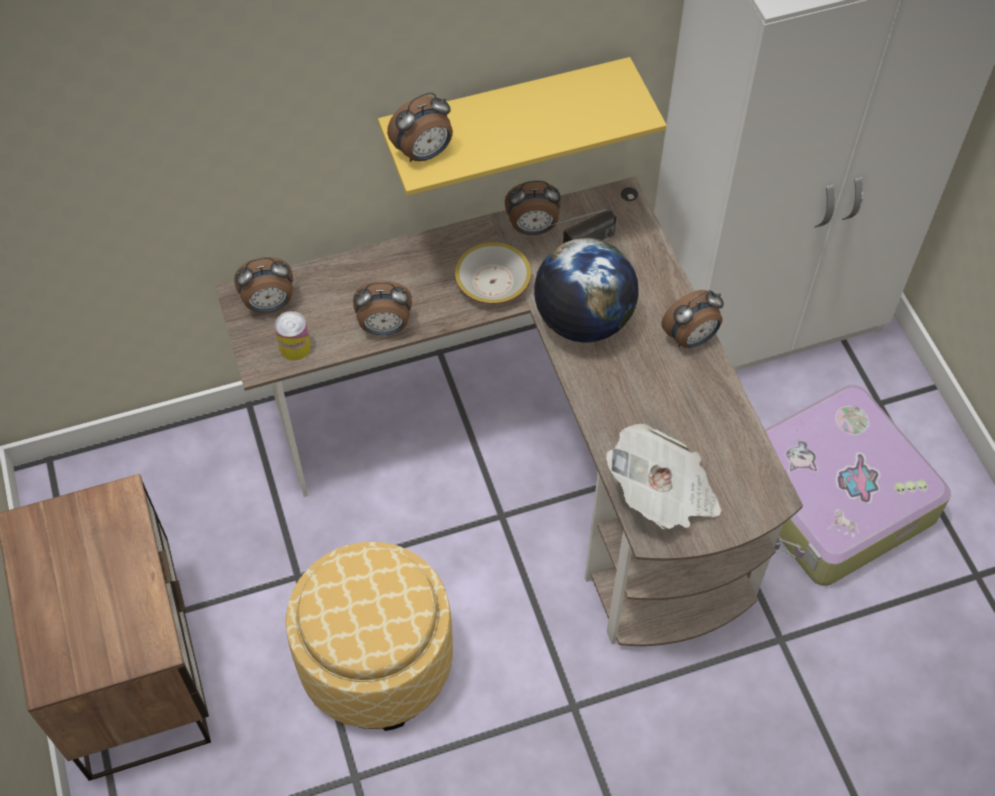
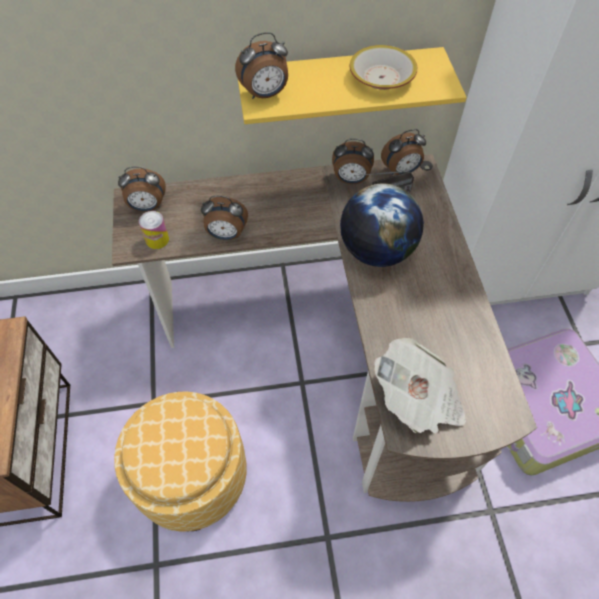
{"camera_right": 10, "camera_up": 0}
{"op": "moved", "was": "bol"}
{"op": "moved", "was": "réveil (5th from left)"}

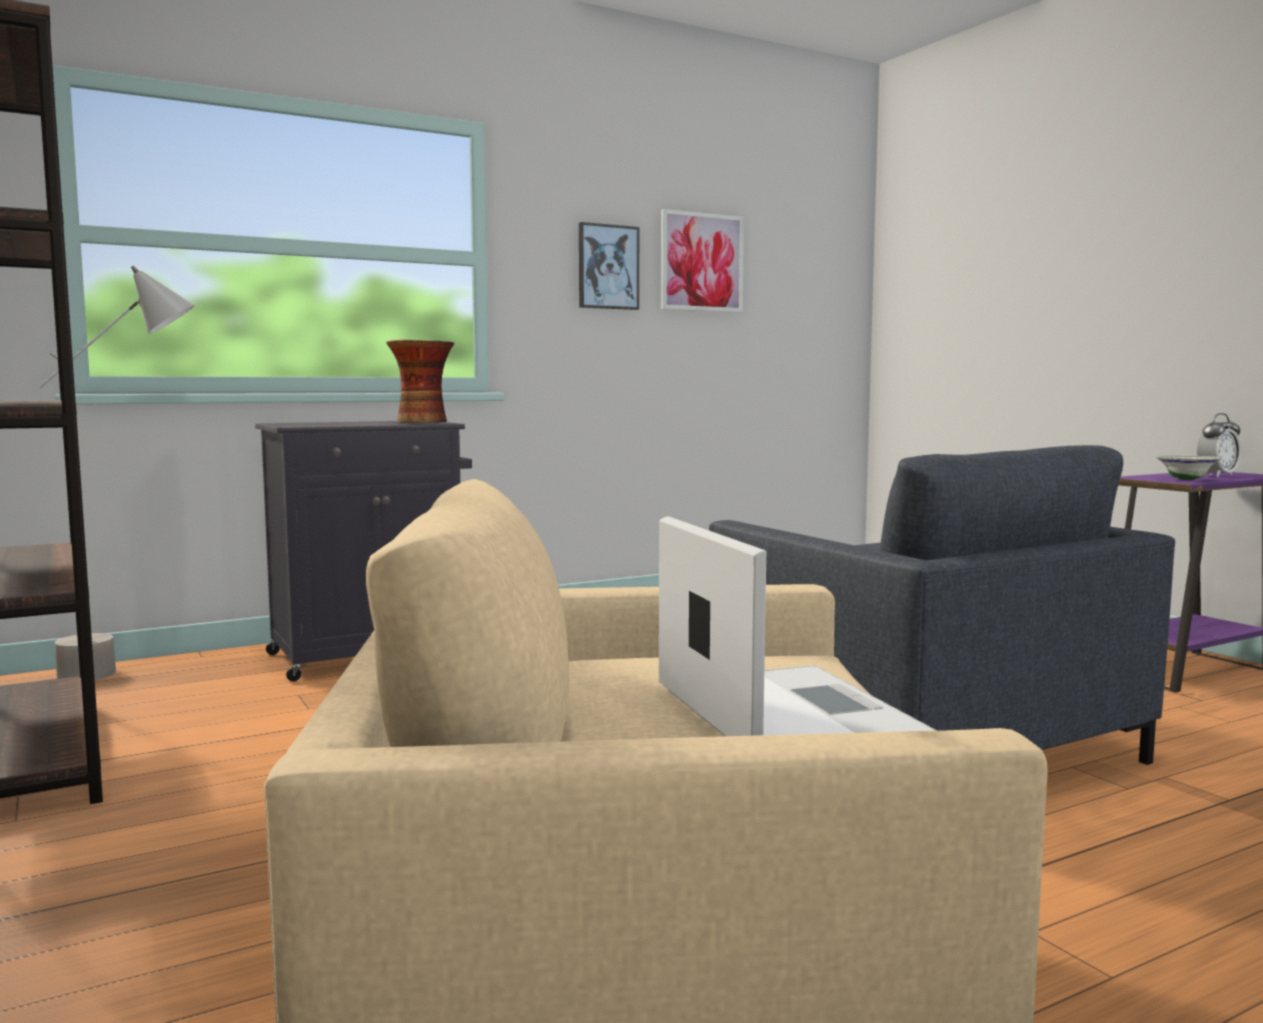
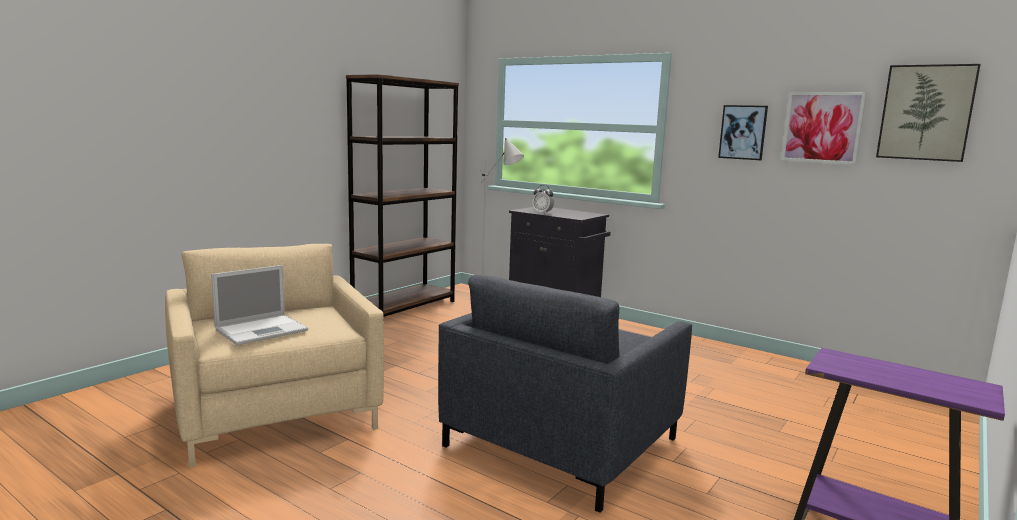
{"camera_right": 65, "camera_up": 5}
{"op": "moved", "was": "réveil"}
{"op": "added", "now": "tableau (3rd from left)"}
{"op": "removed", "was": "vase"}
{"op": "removed", "was": "bol [blanc]"}

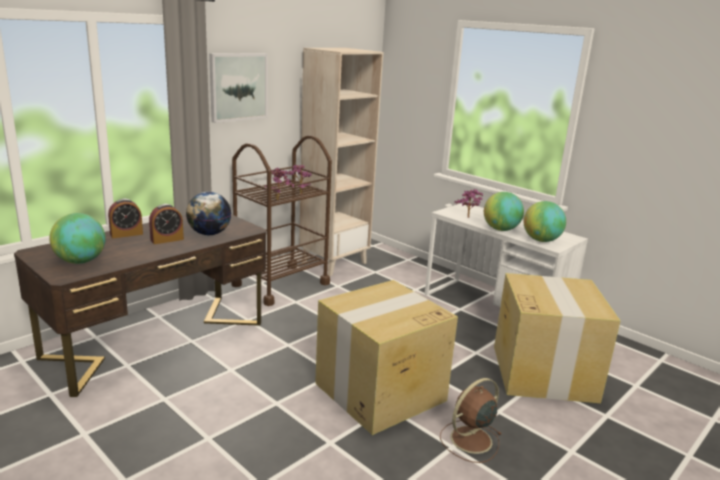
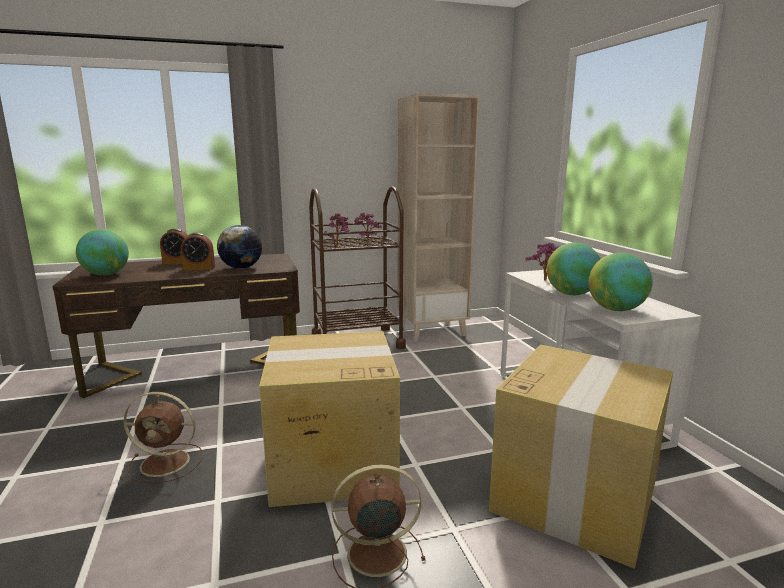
{"camera_right": 30, "camera_up": -5}
{"op": "added", "now": "ventilateur [marron] (1st from left)"}
{"op": "removed", "was": "tableau"}

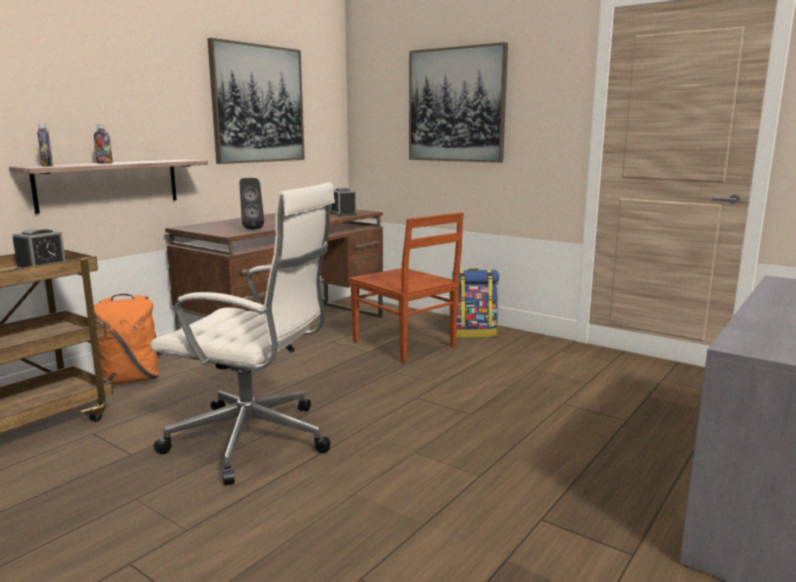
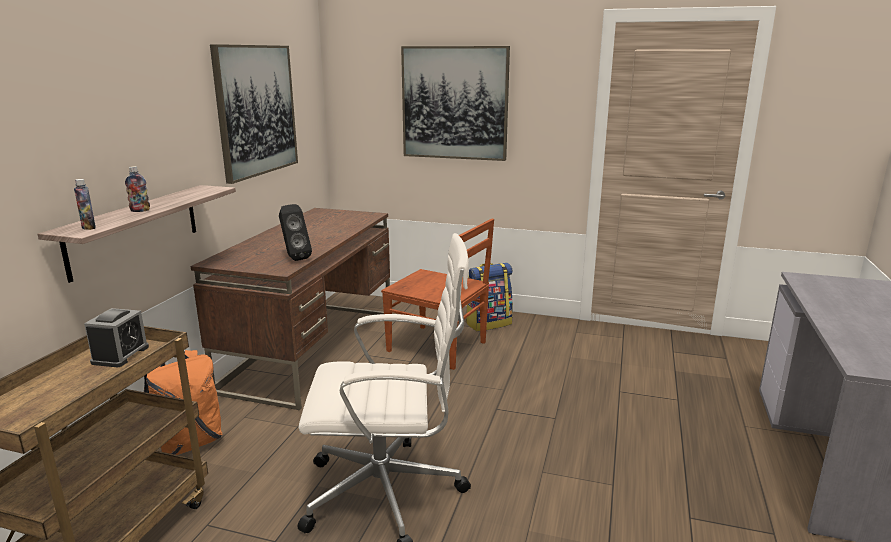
{"camera_right": -20, "camera_up": 5}
{"op": "removed", "was": "réveil (2nd from left)"}

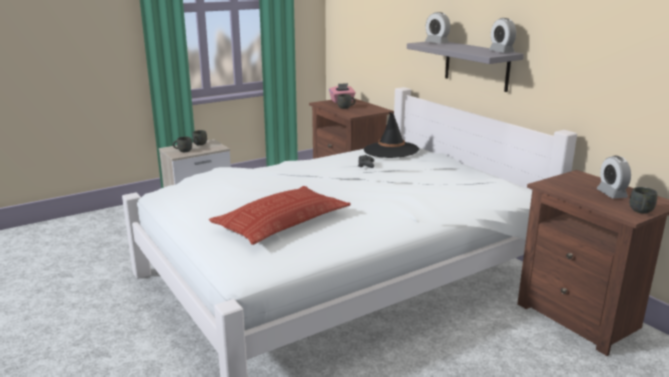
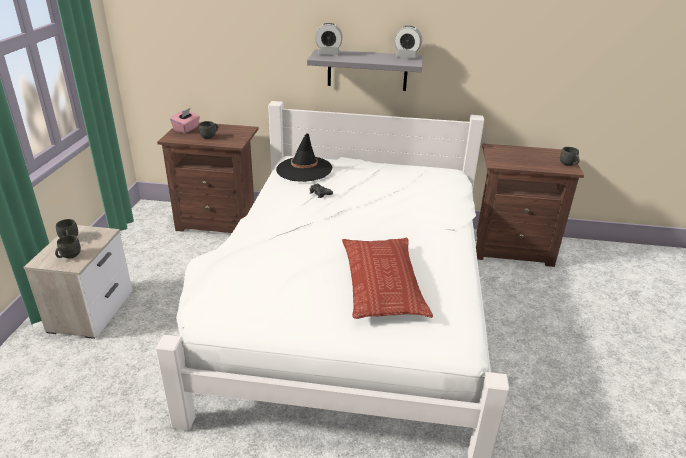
{"camera_right": -50, "camera_up": 10}
{"op": "removed", "was": "réveil (3rd from left)"}

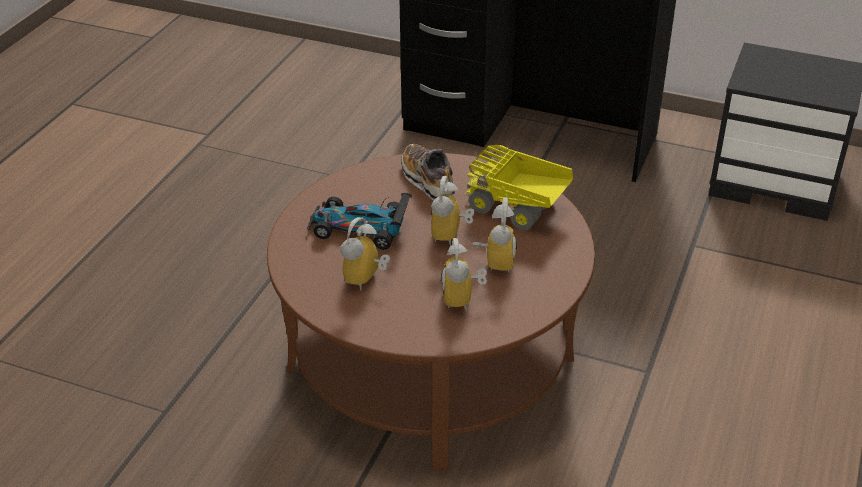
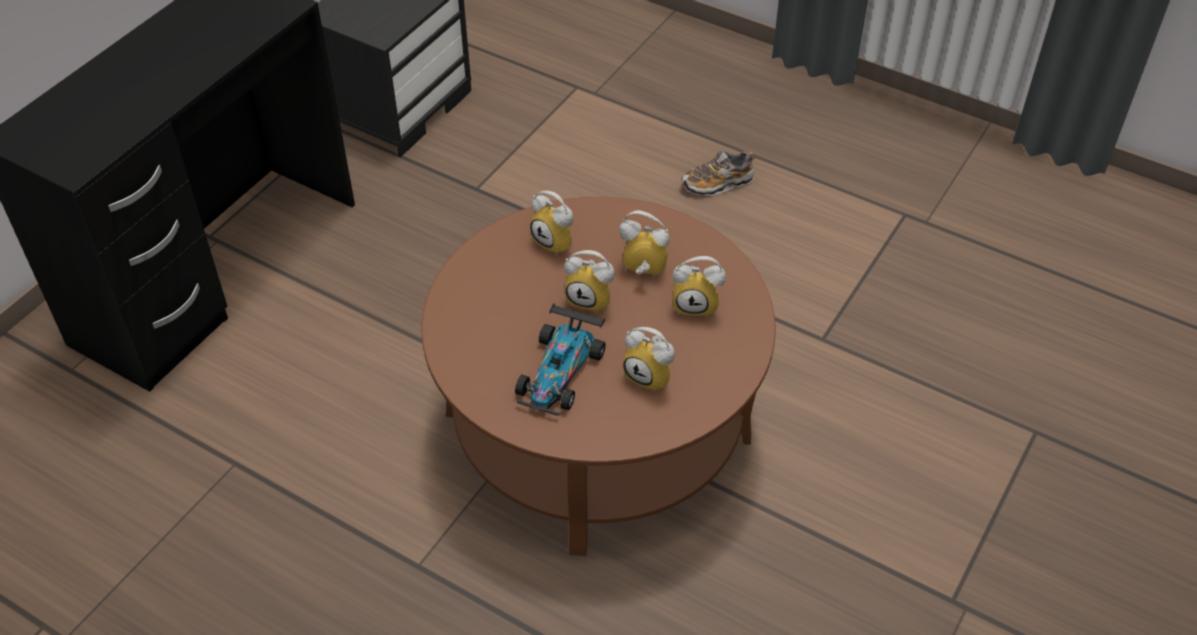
{"camera_right": -80, "camera_up": 10}
{"op": "replaced", "was": "camion jouet", "now": "réveil (1st from left)"}
{"op": "moved", "was": "chaussure"}

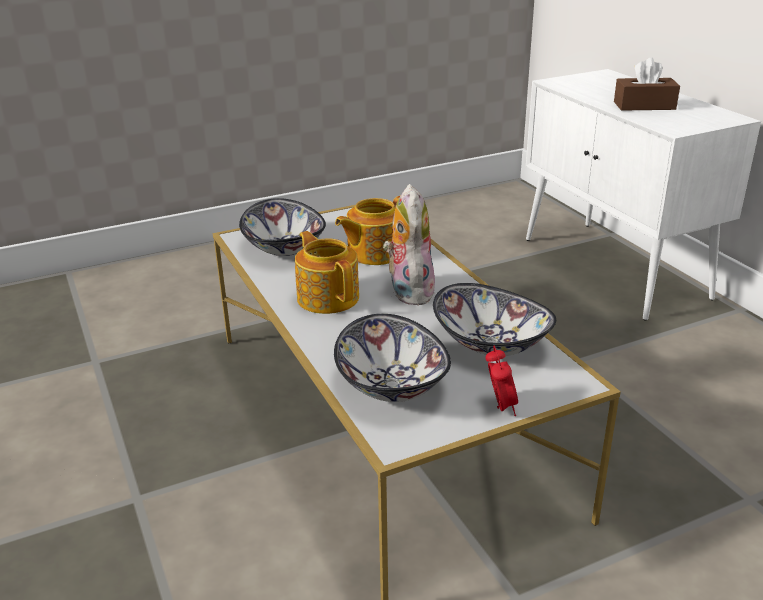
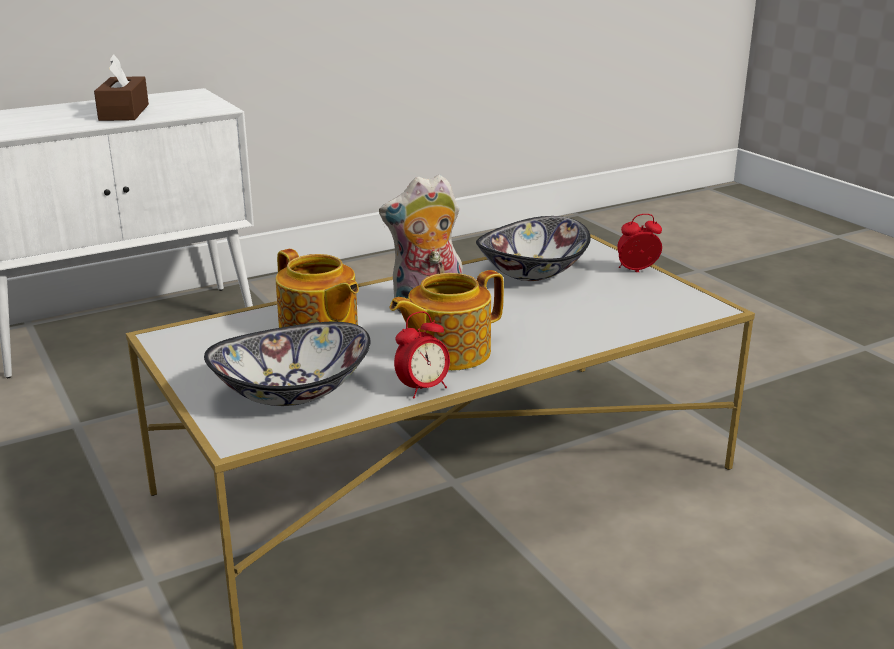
{"camera_right": -95, "camera_up": -5}
{"op": "added", "now": "réveil (1st from left)"}
{"op": "removed", "was": "bol (2nd from left)"}

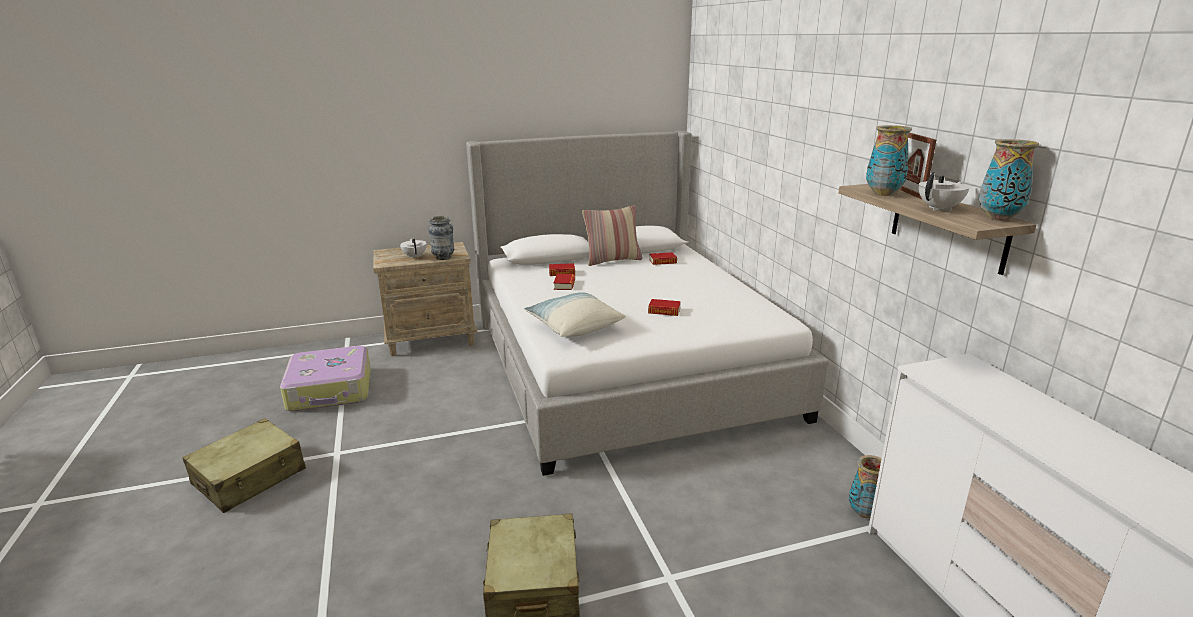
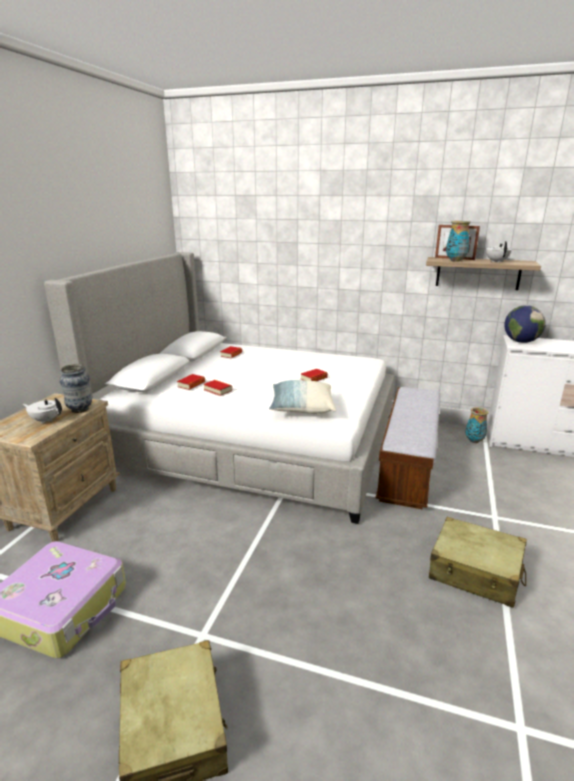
{"camera_right": -55, "camera_up": 0}
{"op": "added", "now": "banc"}
{"op": "added", "now": "globe"}
{"op": "removed", "was": "coussin (2nd from left)"}
{"op": "removed", "was": "vase (4th from left)"}

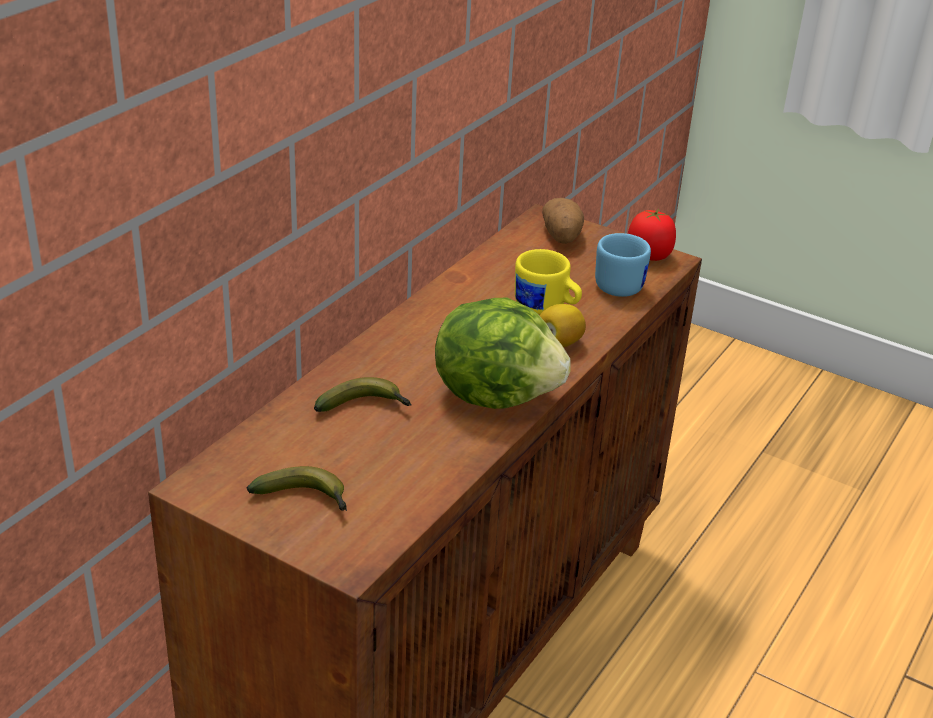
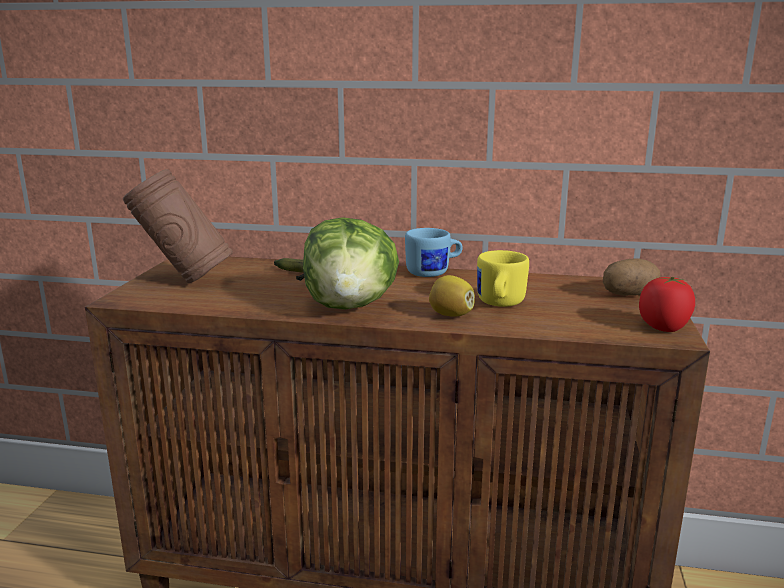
{"camera_right": 70, "camera_up": -15}
{"op": "replaced", "was": "banane (1st from left)", "now": "vase [marron]"}
{"op": "moved", "was": "mug [bleu]"}

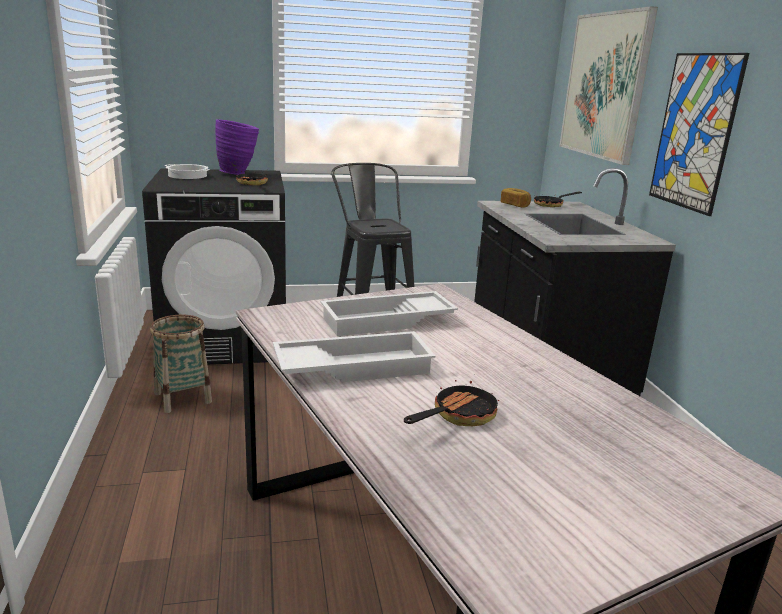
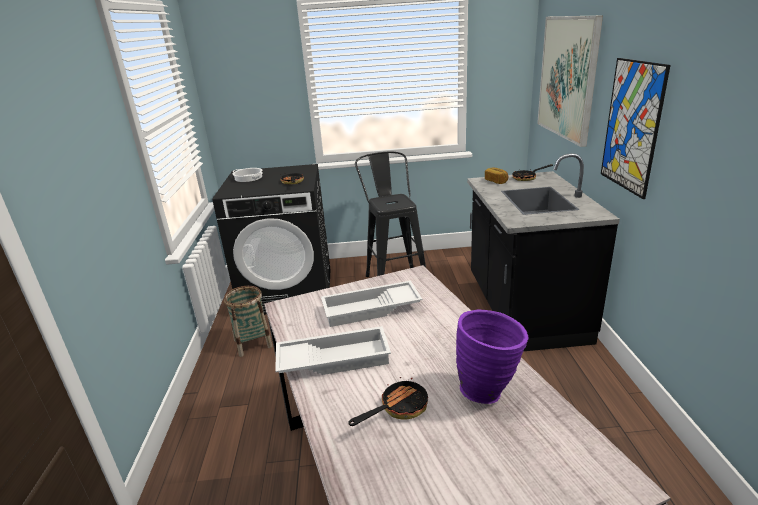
{"camera_right": 10, "camera_up": 5}
{"op": "moved", "was": "vase [violet]"}

